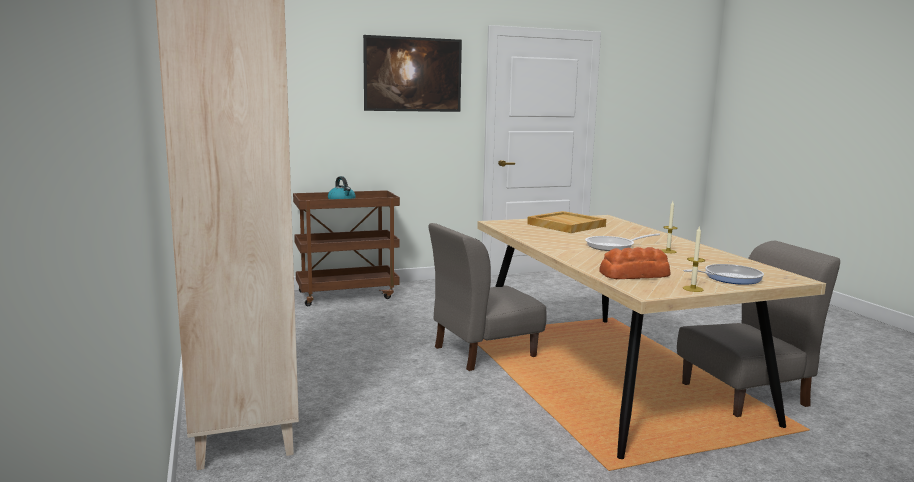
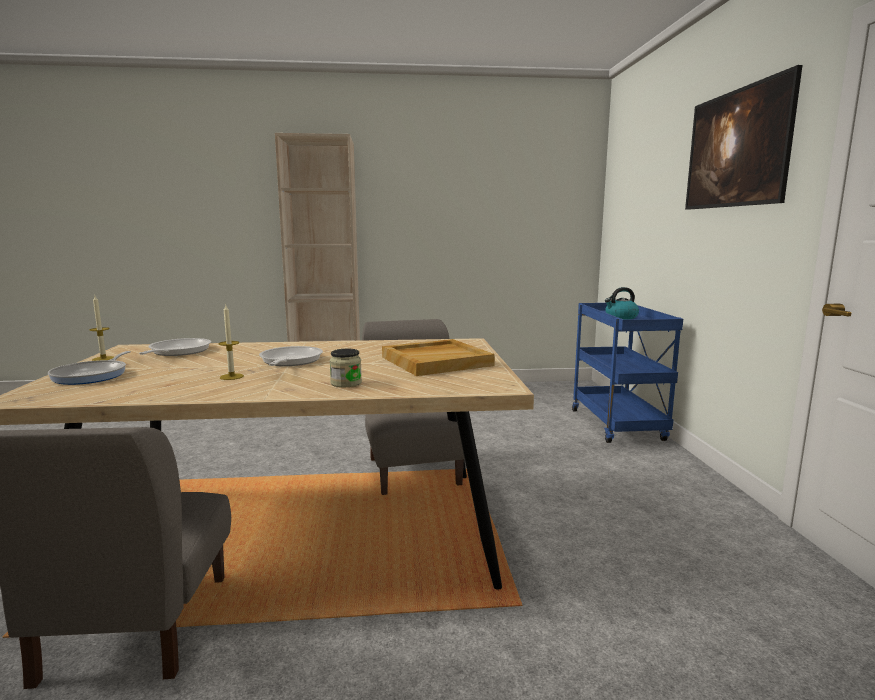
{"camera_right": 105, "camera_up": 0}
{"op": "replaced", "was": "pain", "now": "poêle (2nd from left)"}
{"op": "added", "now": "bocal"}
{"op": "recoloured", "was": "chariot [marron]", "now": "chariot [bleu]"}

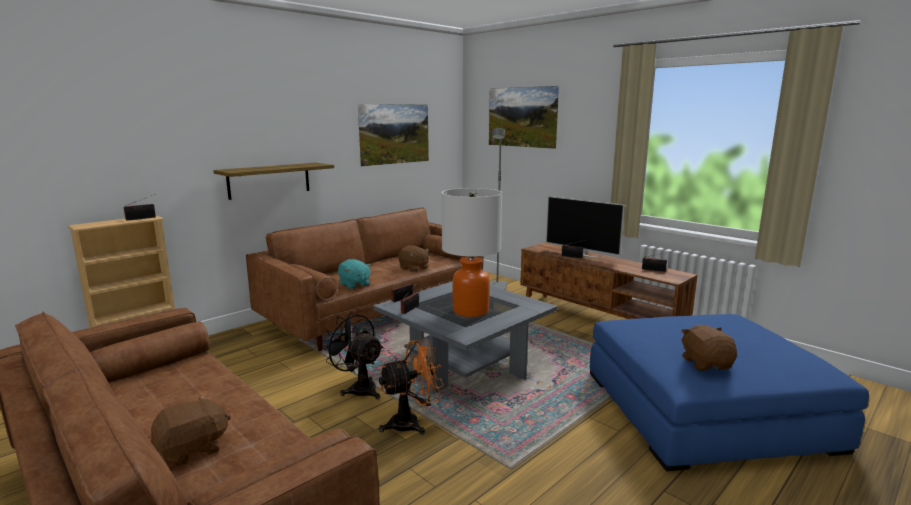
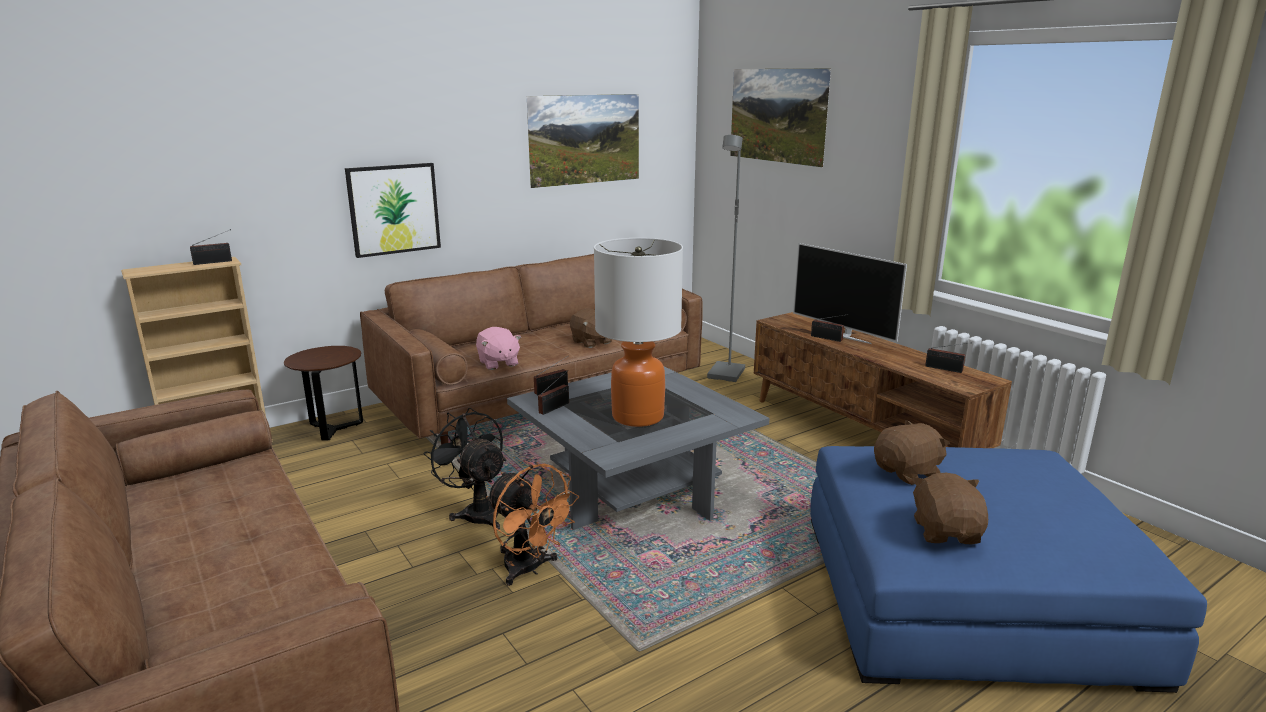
{"camera_right": 10, "camera_up": 5}
{"op": "added", "now": "table d'appoint [marron]"}
{"op": "replaced", "was": "étagère", "now": "tableau (1st from left)"}
{"op": "recoloured", "was": "peluche [turquoise]", "now": "peluche [rose]"}
{"op": "turned", "was": "ventilateur [orange]", "clockwise": 60}
{"op": "moved", "was": "peluche [marron] (1st from left in the first image)", "now": "peluche [marron] (2nd from left)"}

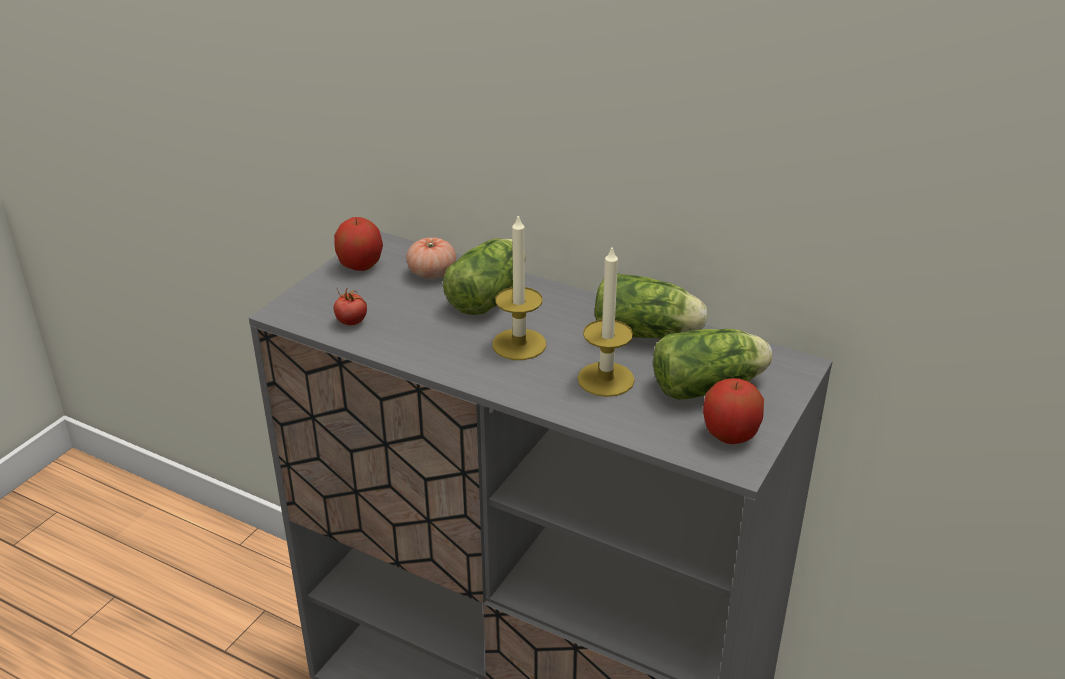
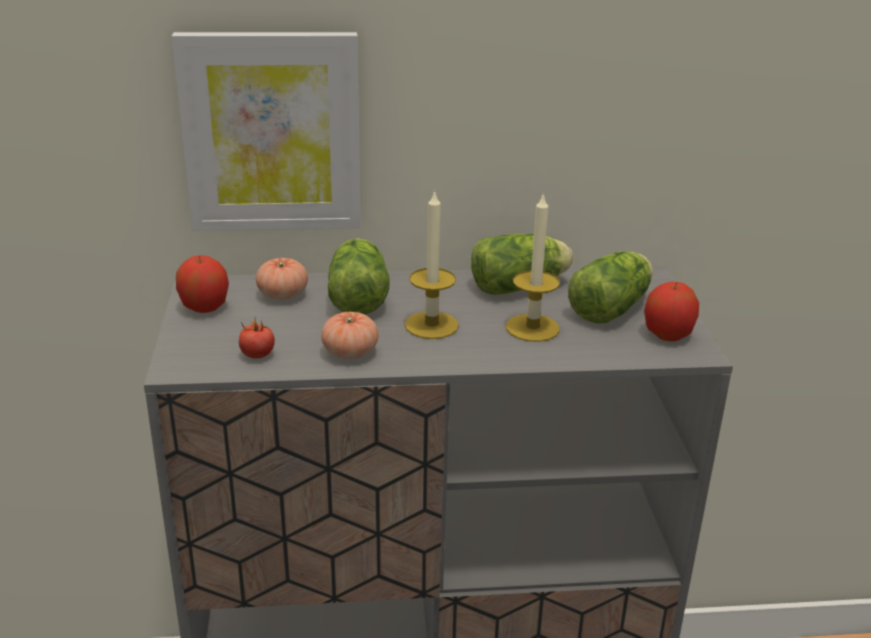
{"camera_right": -35, "camera_up": -5}
{"op": "added", "now": "tableau"}
{"op": "added", "now": "tomate (3rd from left)"}

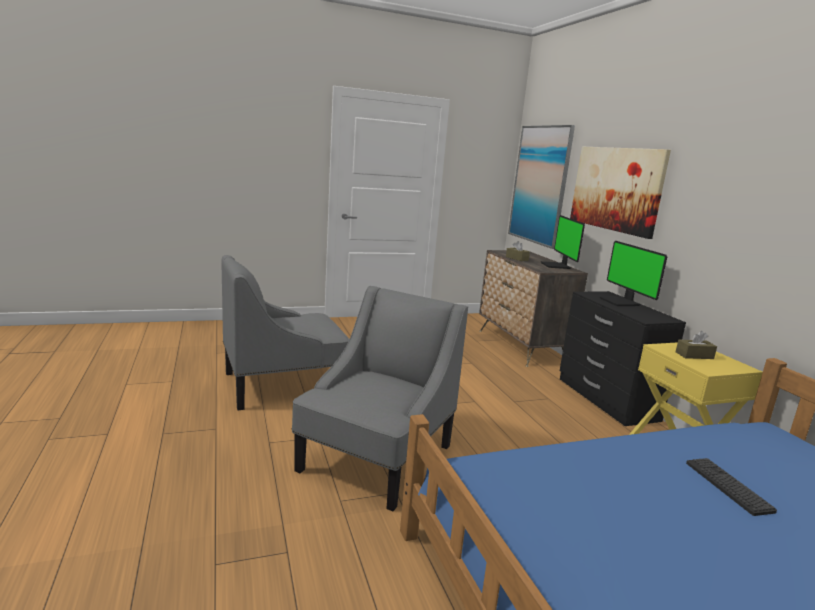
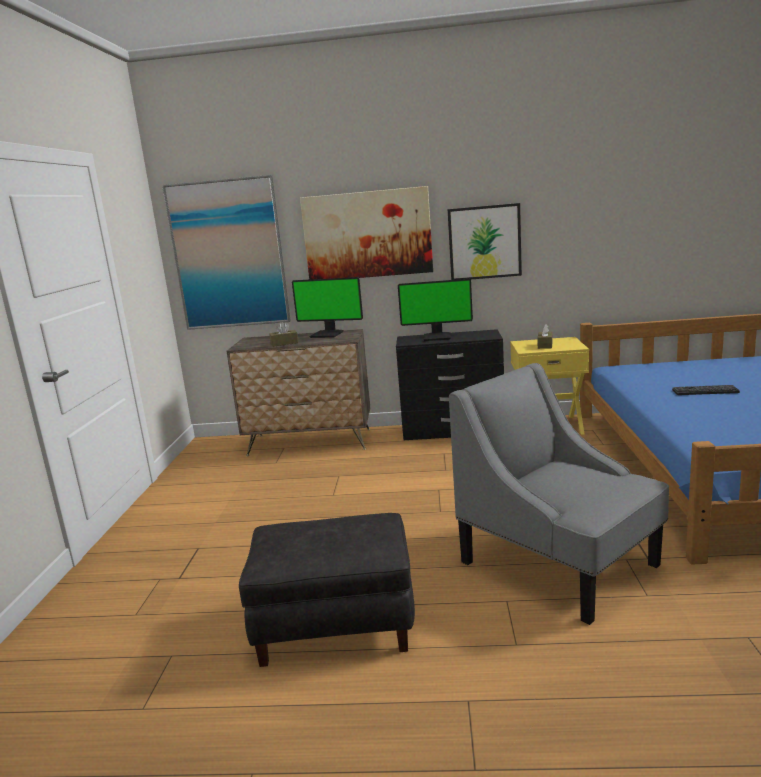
{"camera_right": -65, "camera_up": 0}
{"op": "replaced", "was": "fauteuil [gris] (1st from left)", "now": "pouf [noir]"}
{"op": "added", "now": "tableau (3rd from left)"}

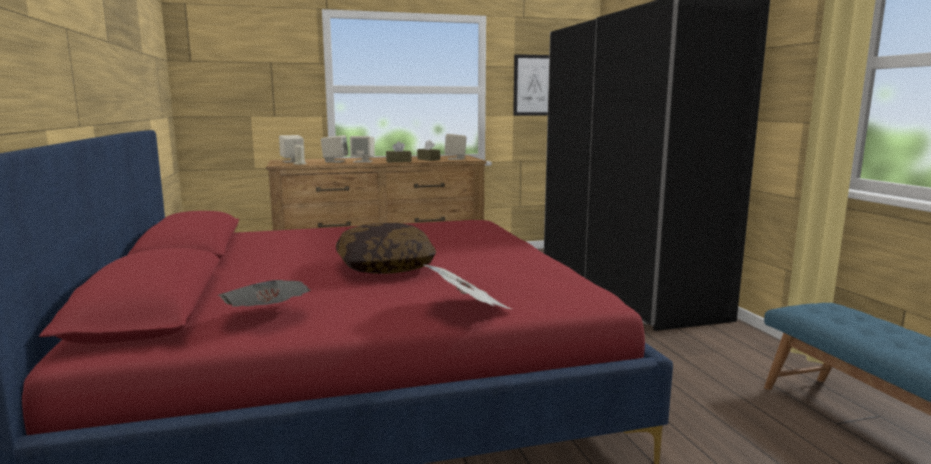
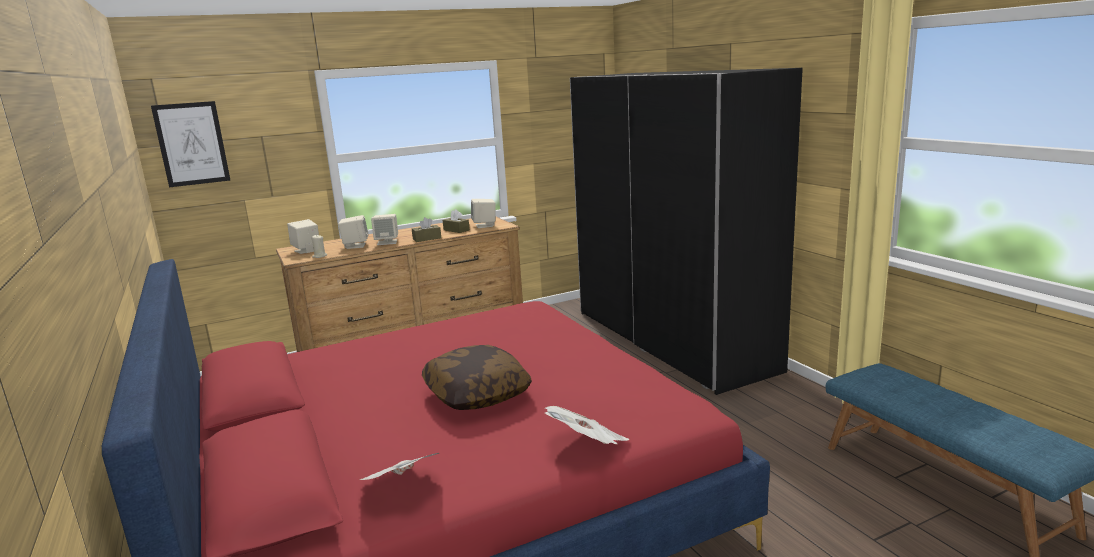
{"camera_right": -10, "camera_up": 5}
{"op": "moved", "was": "tableau"}

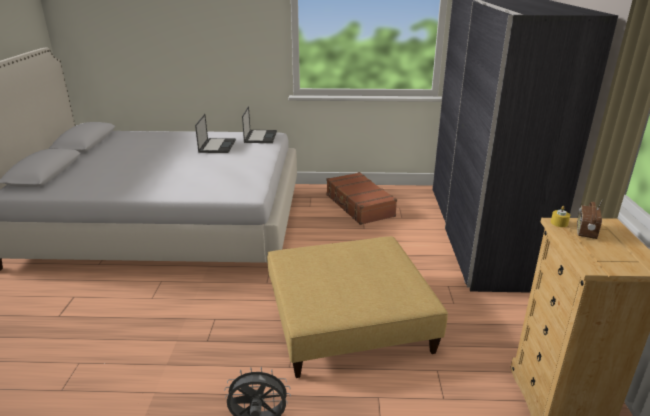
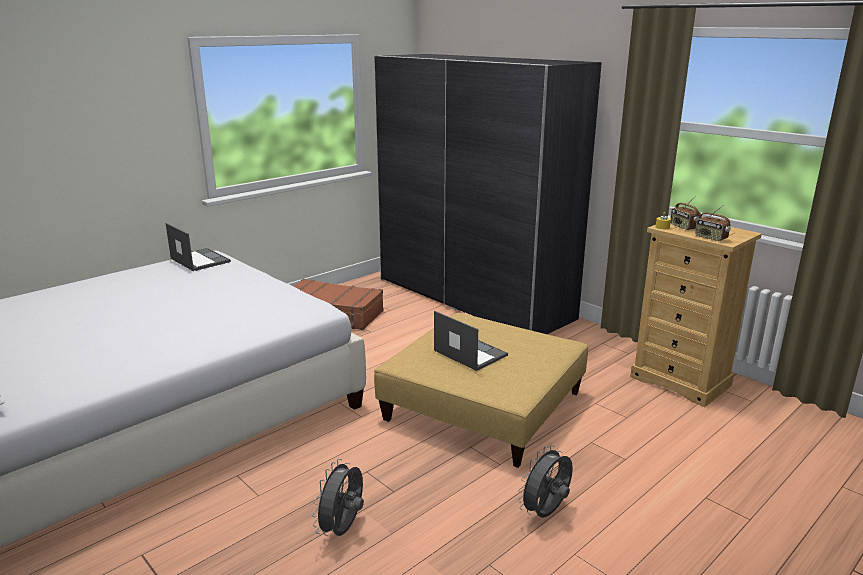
{"camera_right": -45, "camera_up": -5}
{"op": "added", "now": "ventilateur [gris] (1st from left)"}
{"op": "moved", "was": "ordinateur portable (1st from left in the first image)", "now": "ordinateur portable (2nd from left)"}
{"op": "added", "now": "radio (2nd from left)"}

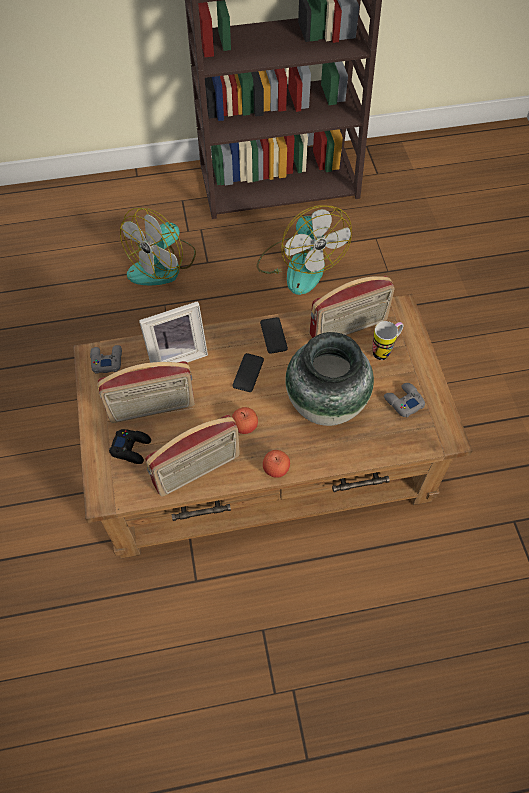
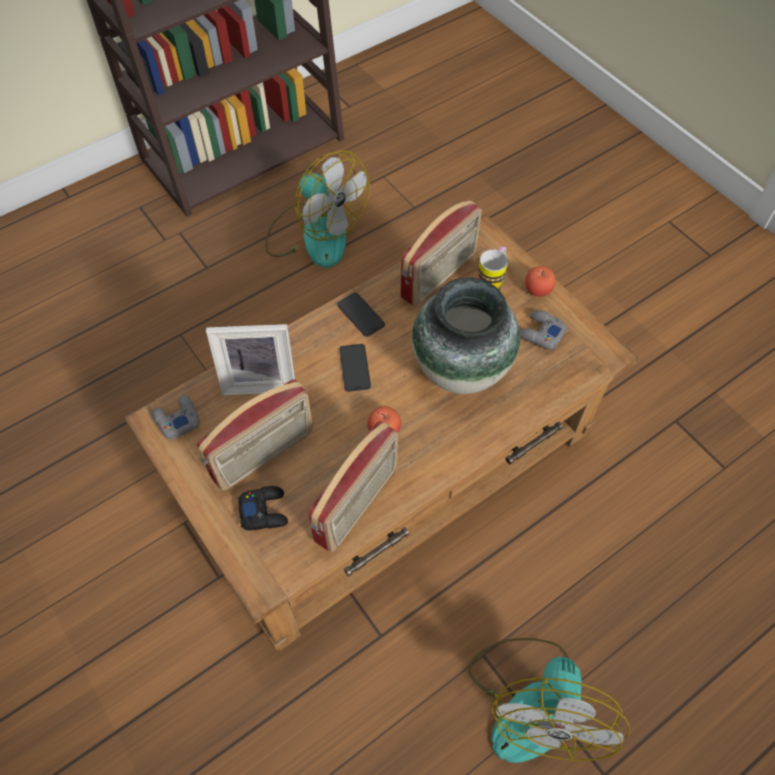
{"camera_right": -25, "camera_up": 0}
{"op": "turned", "was": "cadre photo", "clockwise": 45}
{"op": "moved", "was": "ventilateur (1st from left in the first image)", "now": "ventilateur (2nd from left)"}
{"op": "moved", "was": "pomme (2nd from left)"}

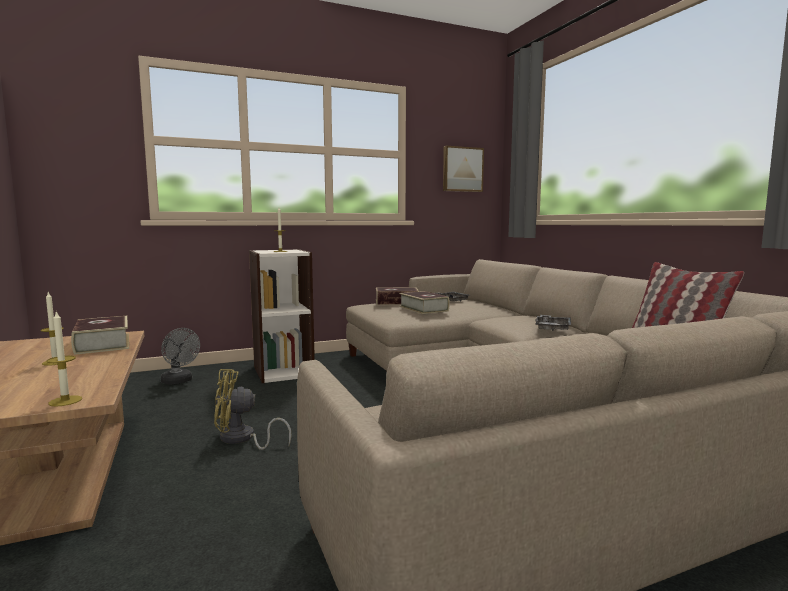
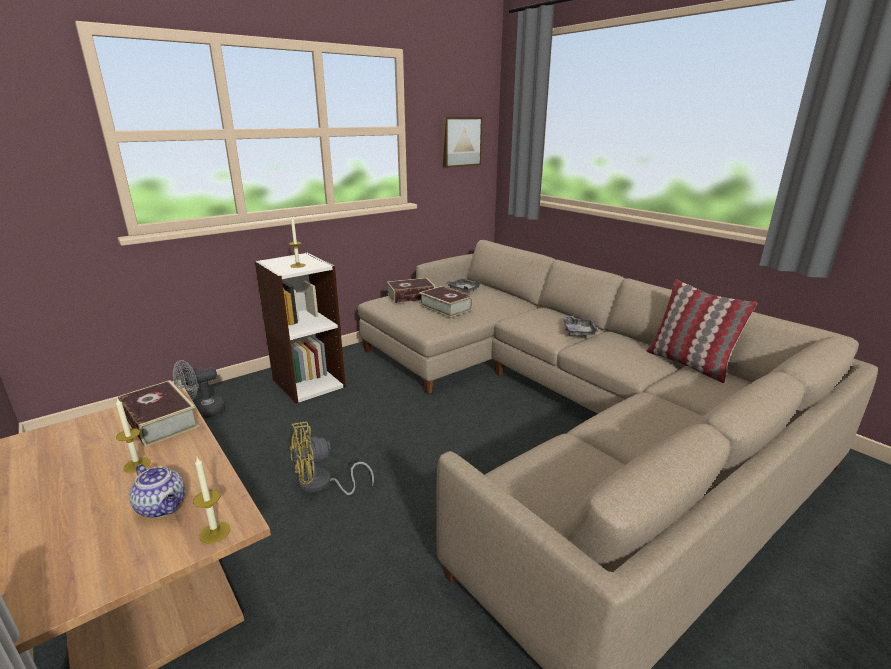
{"camera_right": -15, "camera_up": 15}
{"op": "added", "now": "théière"}
{"op": "turned", "was": "ventilateur [gris]", "clockwise": 120}

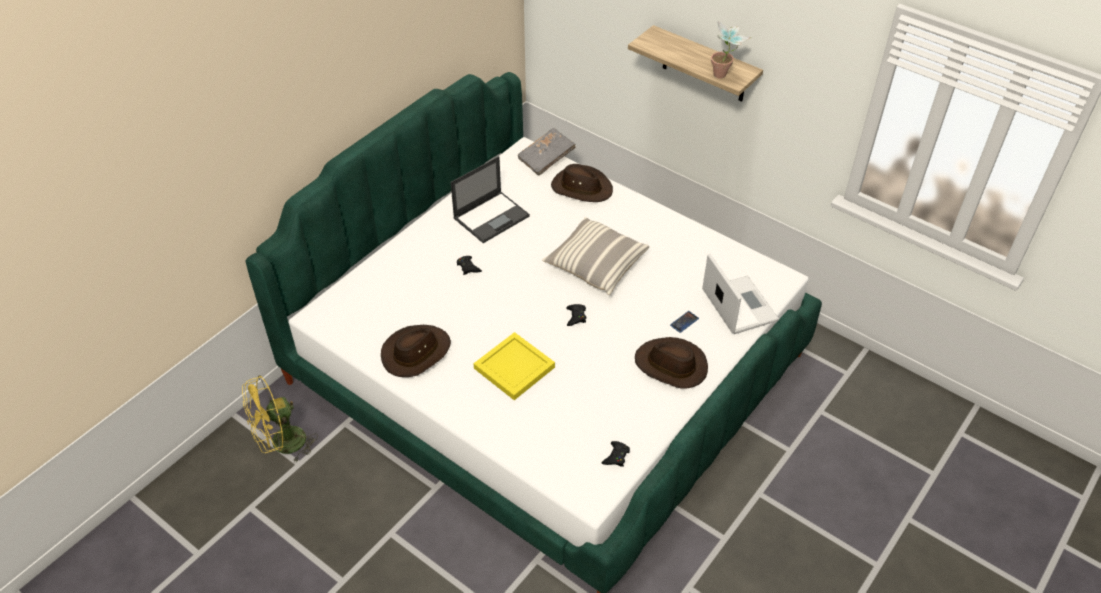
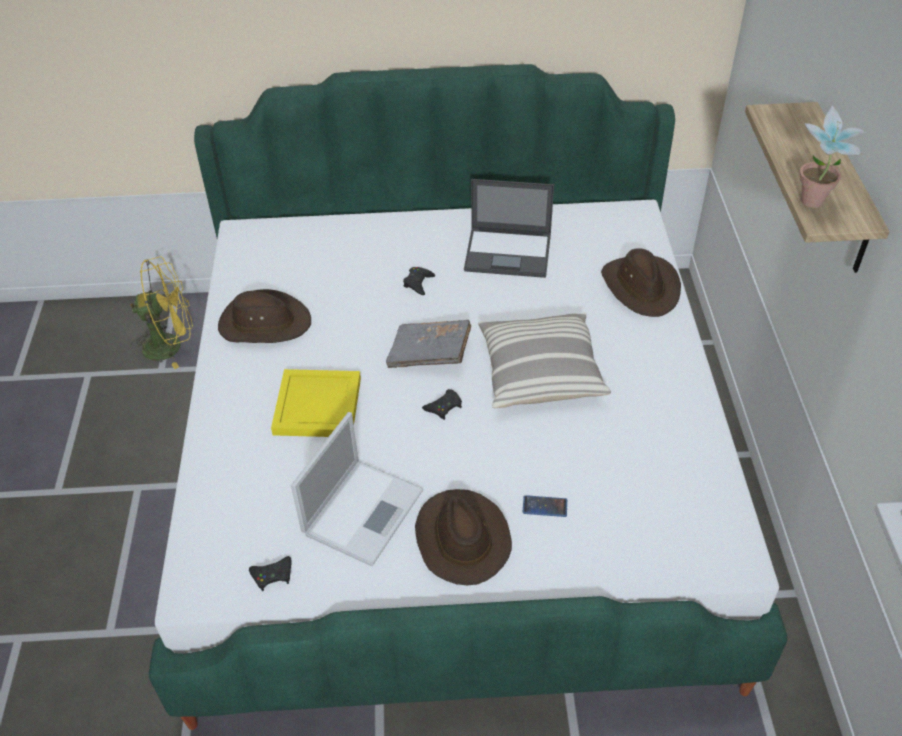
{"camera_right": 50, "camera_up": 0}
{"op": "turned", "was": "ventilateur [jaune]", "clockwise": 150}
{"op": "moved", "was": "ordinateur portable (2nd from left in the first image)", "now": "ordinateur portable (1st from left)"}
{"op": "moved", "was": "livre [gris]"}

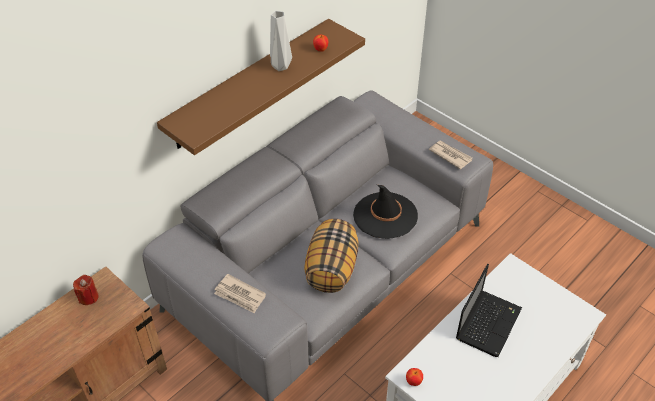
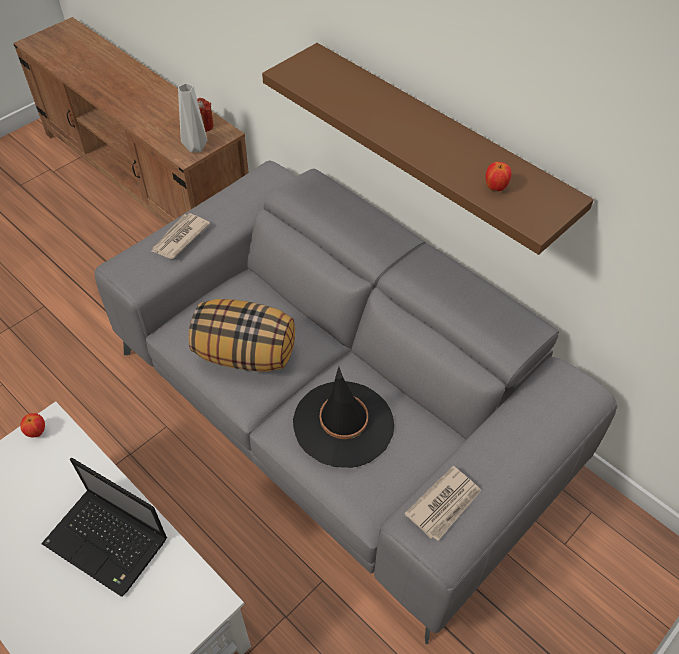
{"camera_right": 90, "camera_up": 5}
{"op": "moved", "was": "vase [gris]"}

